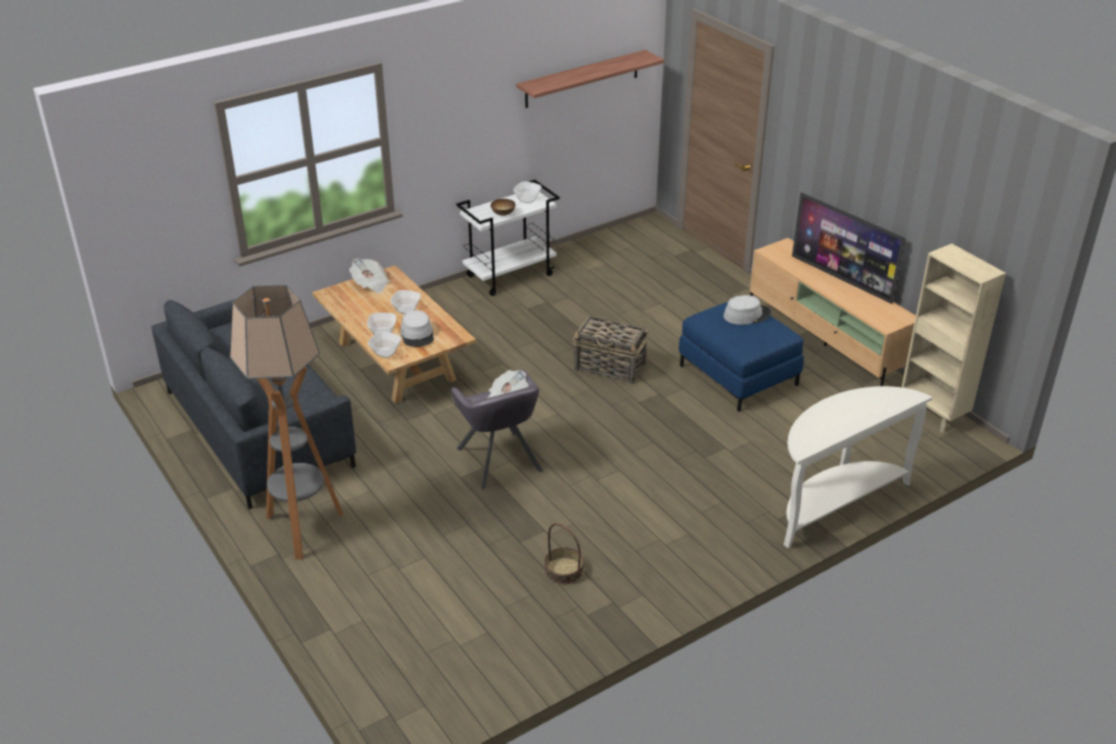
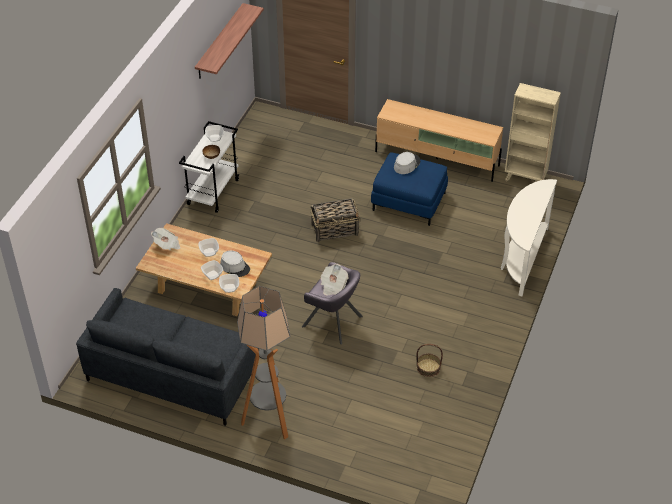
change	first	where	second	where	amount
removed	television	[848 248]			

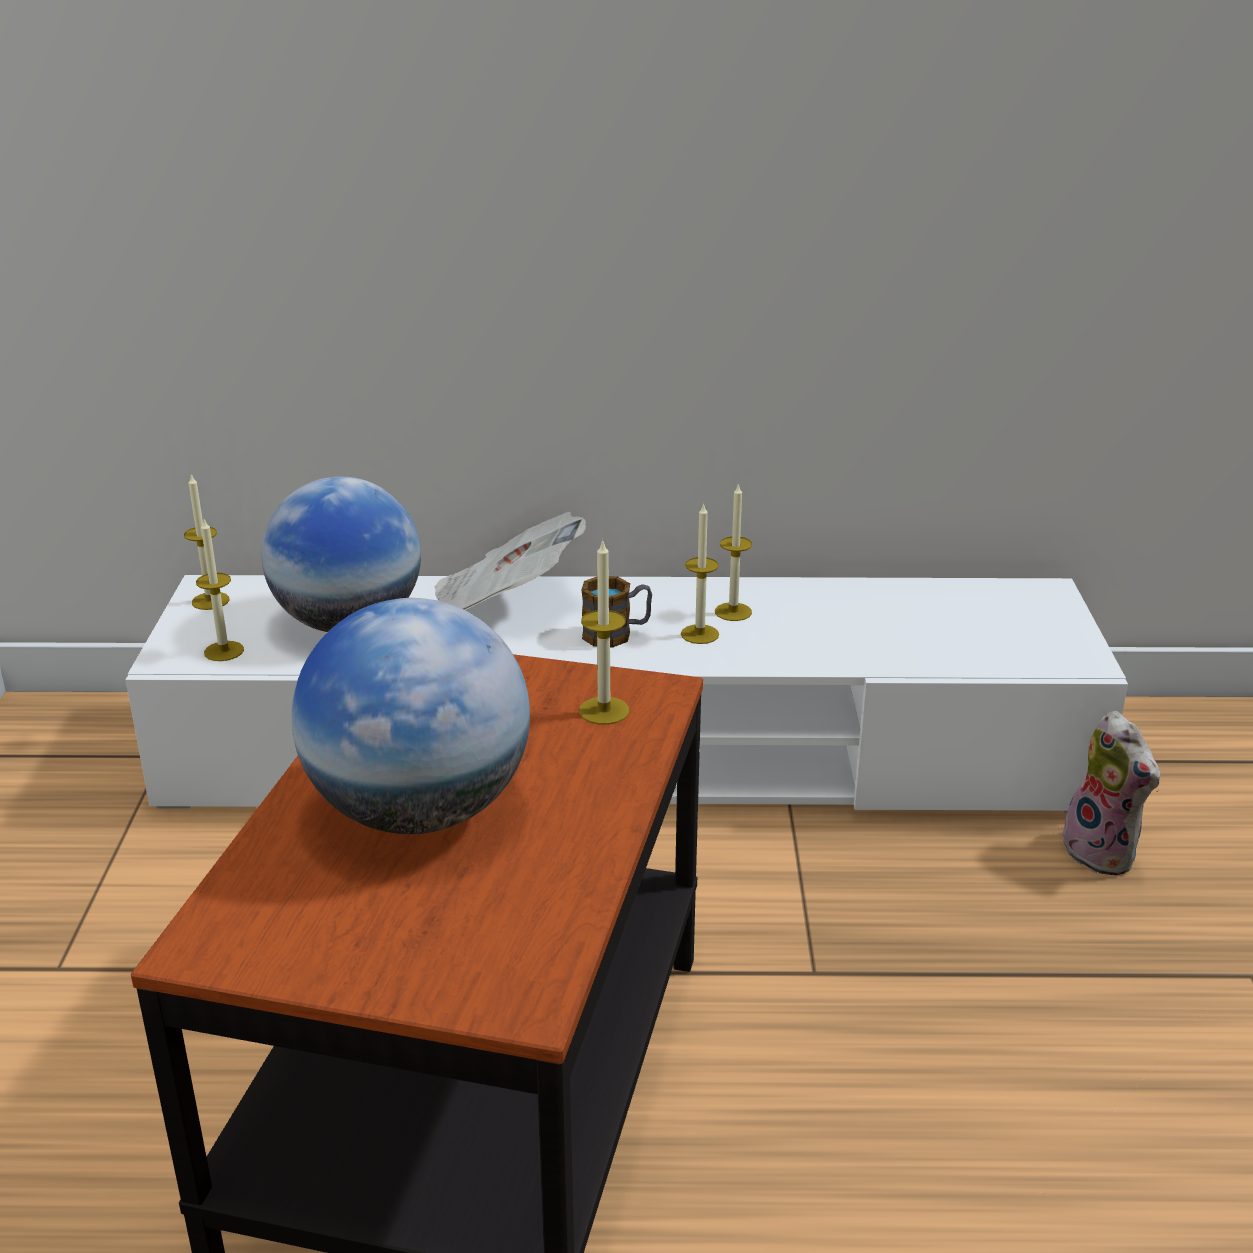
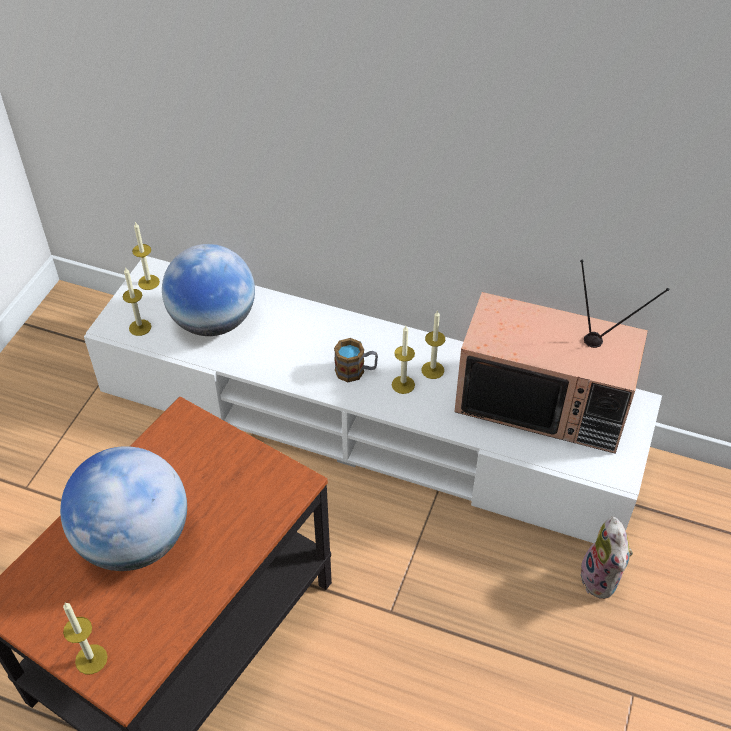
change	first	where	second	where	amount
removed	newspaper	[510 561]			
moved	candle	[604 632]		[85 638]	
added			television	[562 357]	

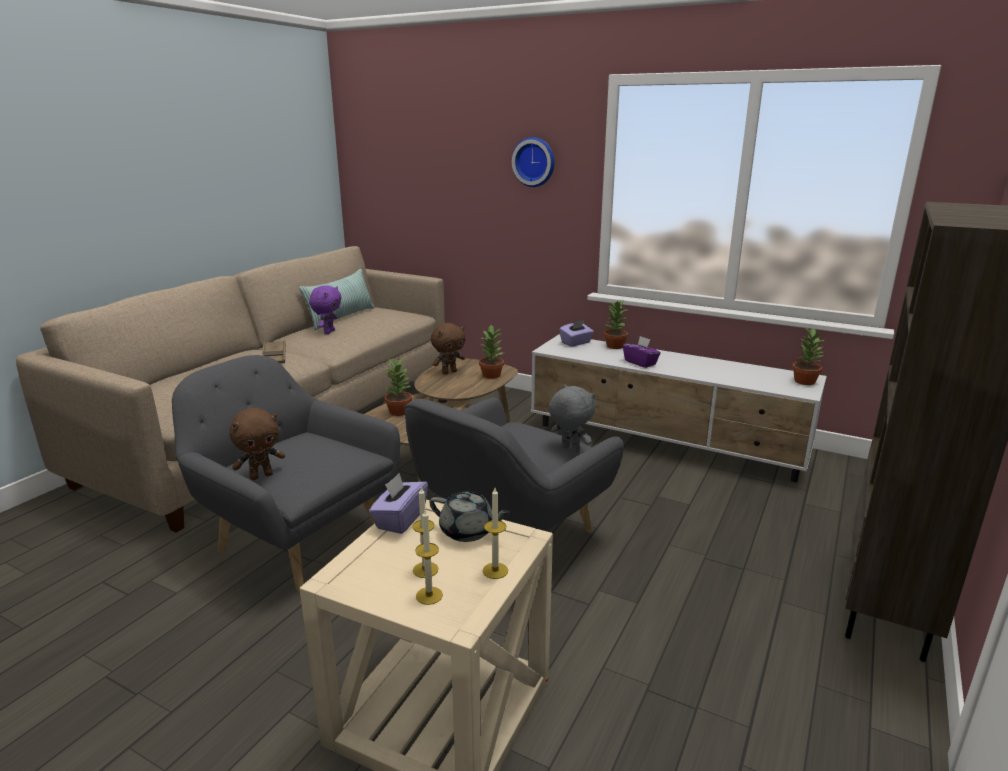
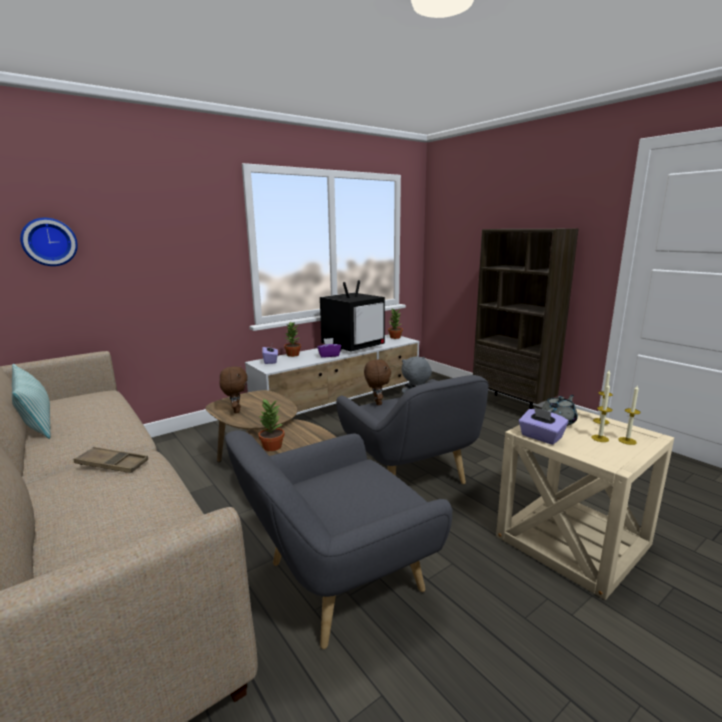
change	first	where	second	where	amount
moved	wall_clock	[533 162]		[49 242]	
removed	purple_plush_toy	[325 310]			
removed	potted_plant	[492 352]			
moved	brown_plush_toy	[257 444]		[377 382]	
added			television	[352 316]	

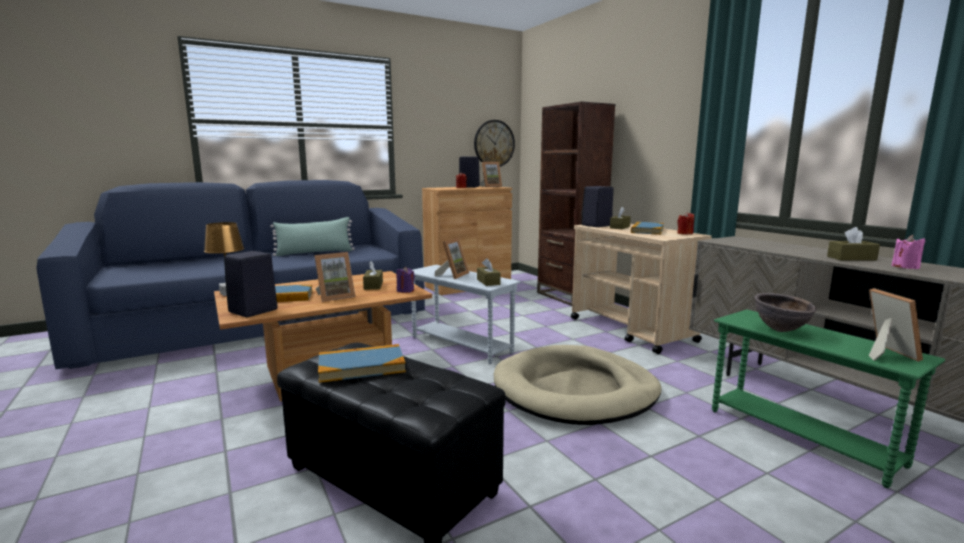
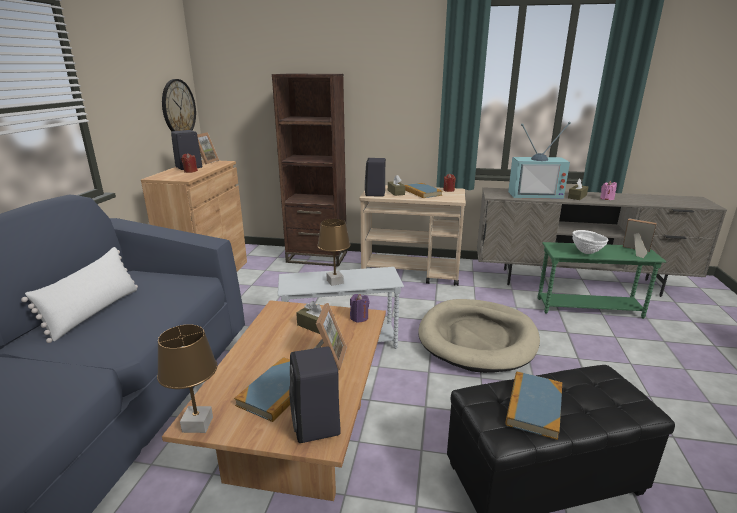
change	first	where	second	where	amount
recoloured	green_pillow	[312 236]	white_pillow	[79 295]	
replaced	picture_frame	[452 258]	brown_table_lamp	[334 252]	
removed	brown_tissue_box	[489 272]			
recoloured	brown_bowl	[785 312]	white_bowl	[590 242]	
added			television	[539 160]	

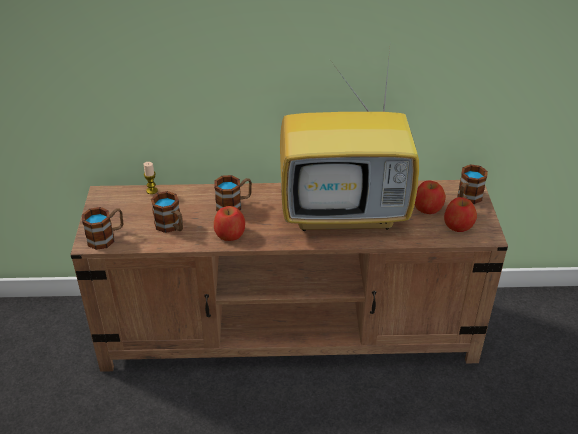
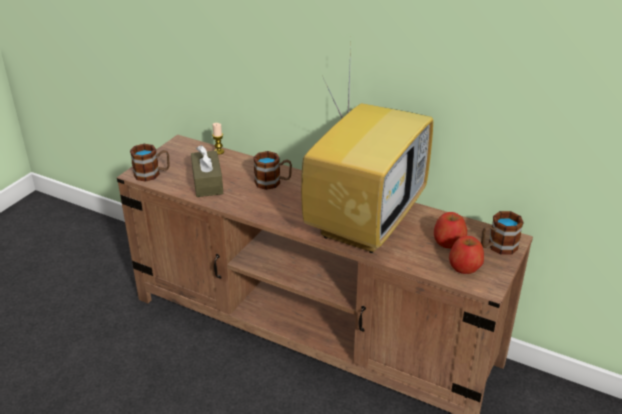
change	first	where	second	where	amount
turned	television	[349 135]		[367 148]	90 degrees counterclockwise
replaced	mug	[167 212]	brown_tissue_box	[207 171]	
removed	apple	[229 223]			

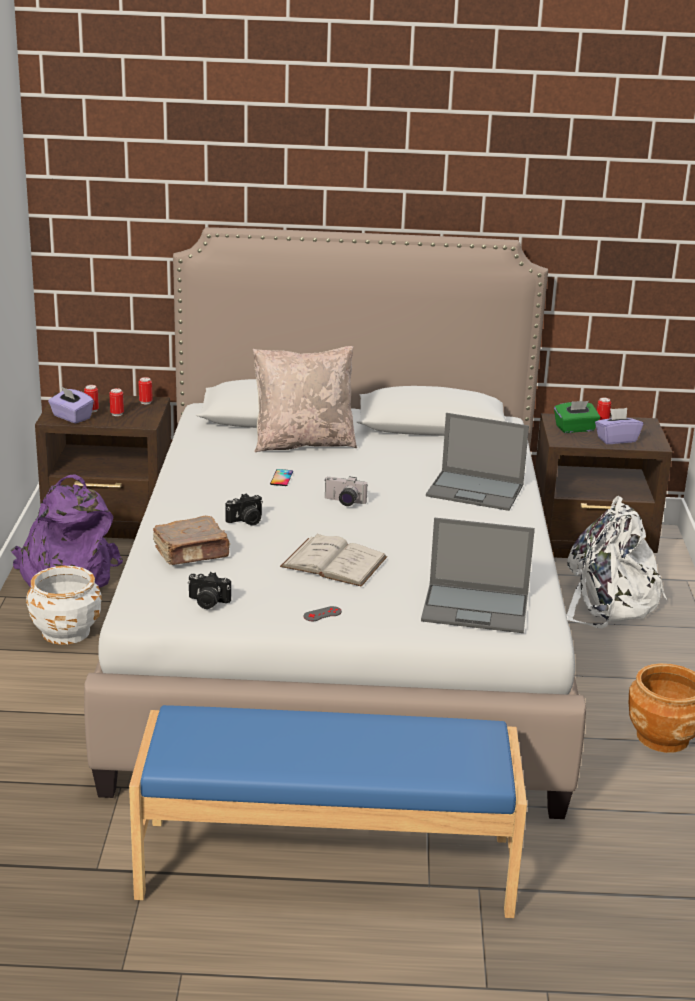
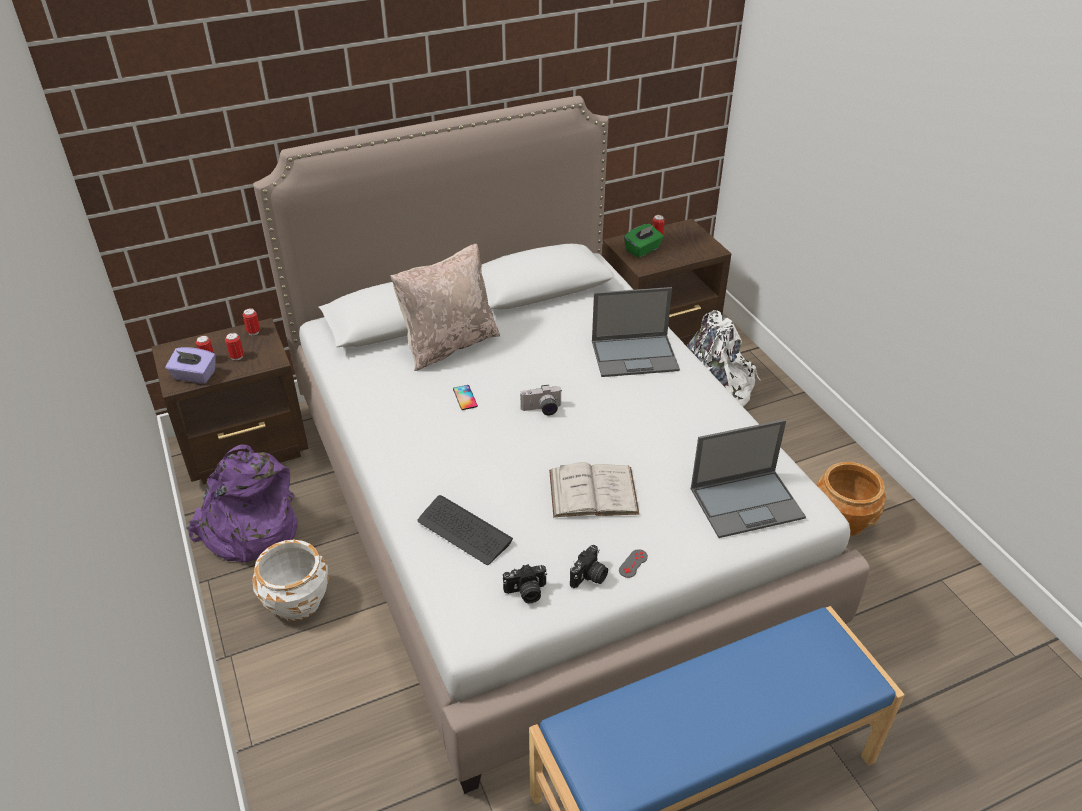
change	first	where	second	where	amount
removed	purple_tissue_box	[619 426]			
moved	photo_camera	[244 509]		[589 566]	
replaced	brown_book	[191 540]	keyboard	[465 530]	

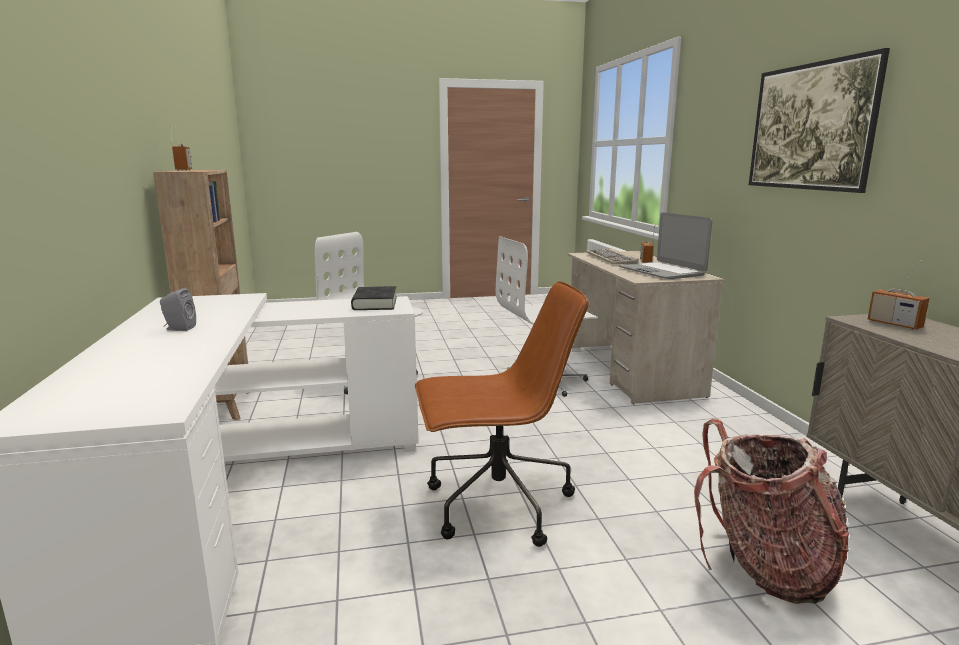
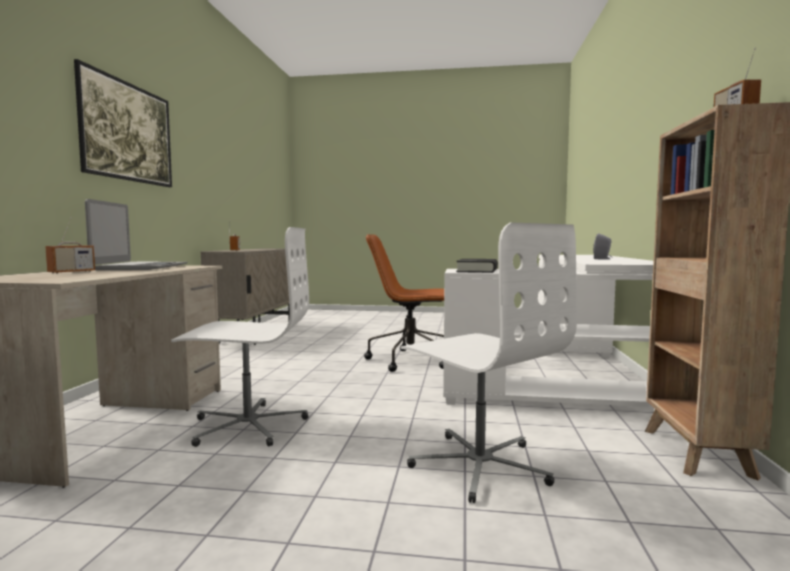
change	first	where	second	where	amount
removed	keyboard	[612 256]			
removed	backpack	[771 511]			

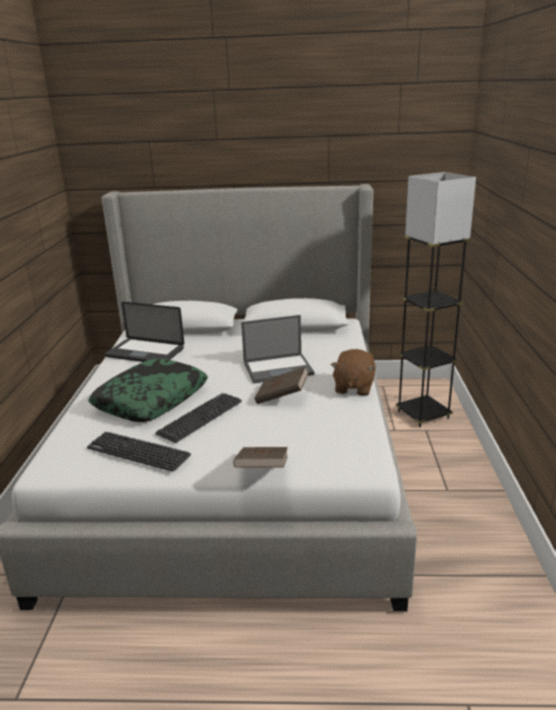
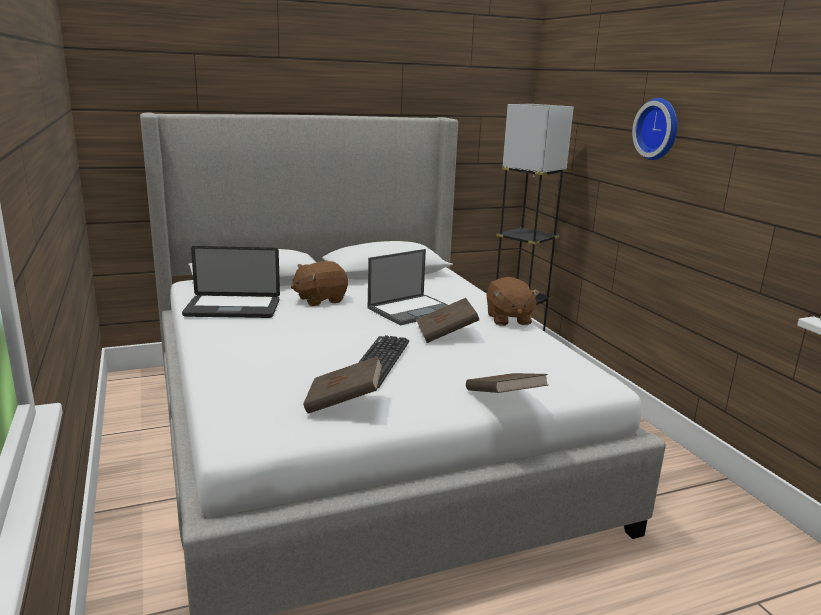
change	first	where	second	where	amount
removed	pillow	[148 390]			
replaced	keyboard	[139 452]	brown_book	[343 385]	
added			wall_clock	[655 129]	
added			brown_plush_toy	[319 283]	

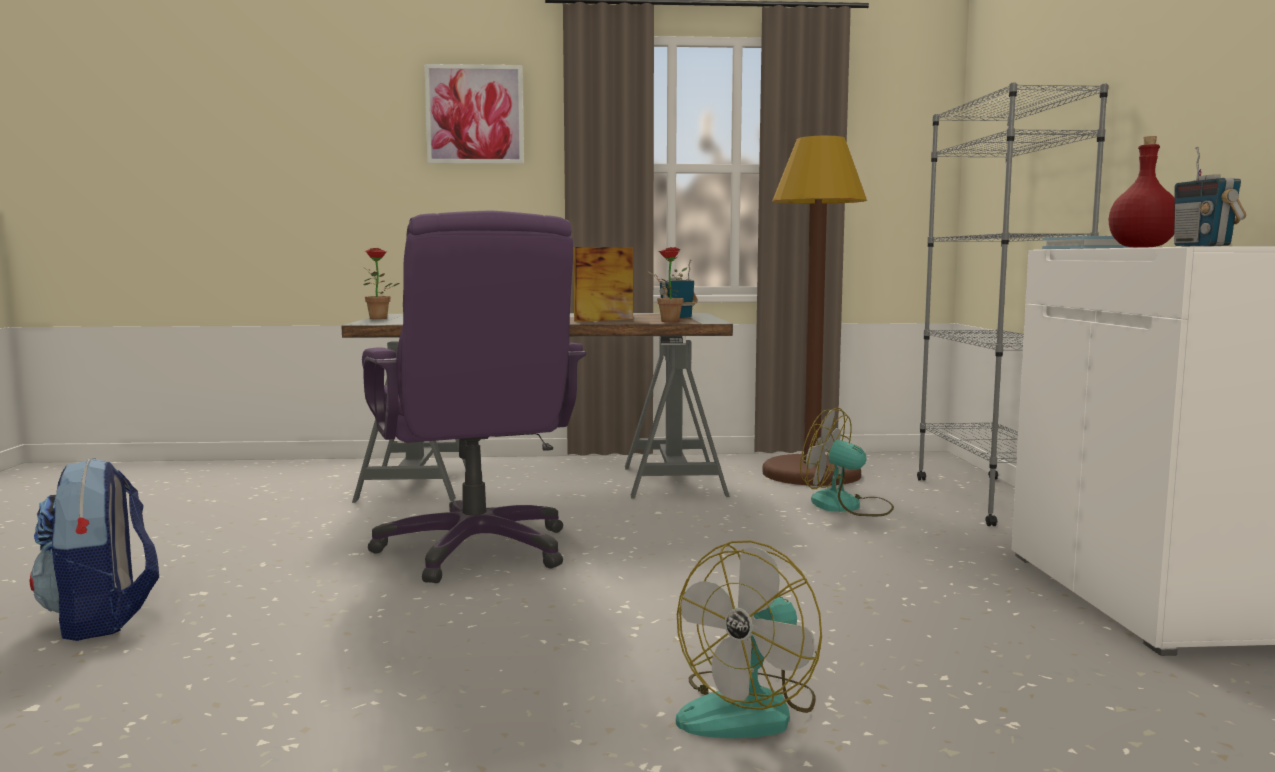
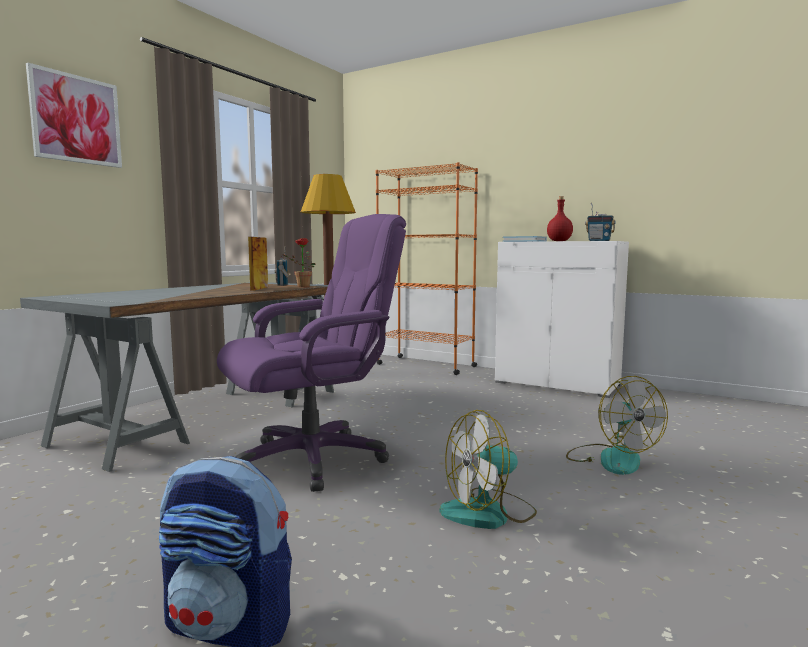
change	first	where	second	where	amount
recoloured	grey_bookcase	[1012 304]	orange_bookcase	[427 268]	
turned	purple_office_chair	[474 397]		[311 353]	45 degrees counterclockwise
removed	potted_plant	[381 283]			
moved	fan	[847 461]		[488 469]	

